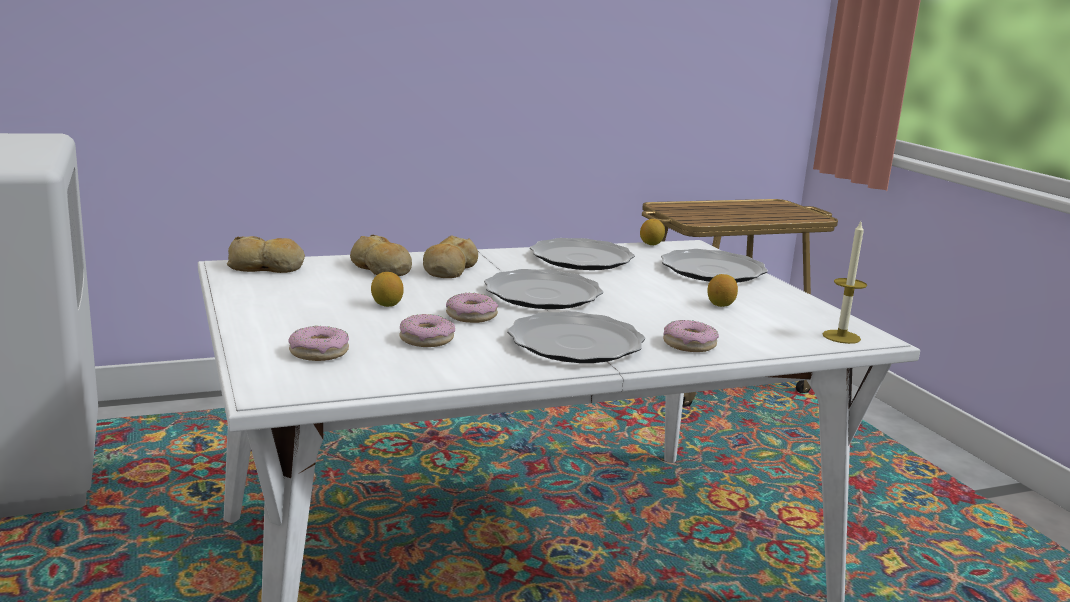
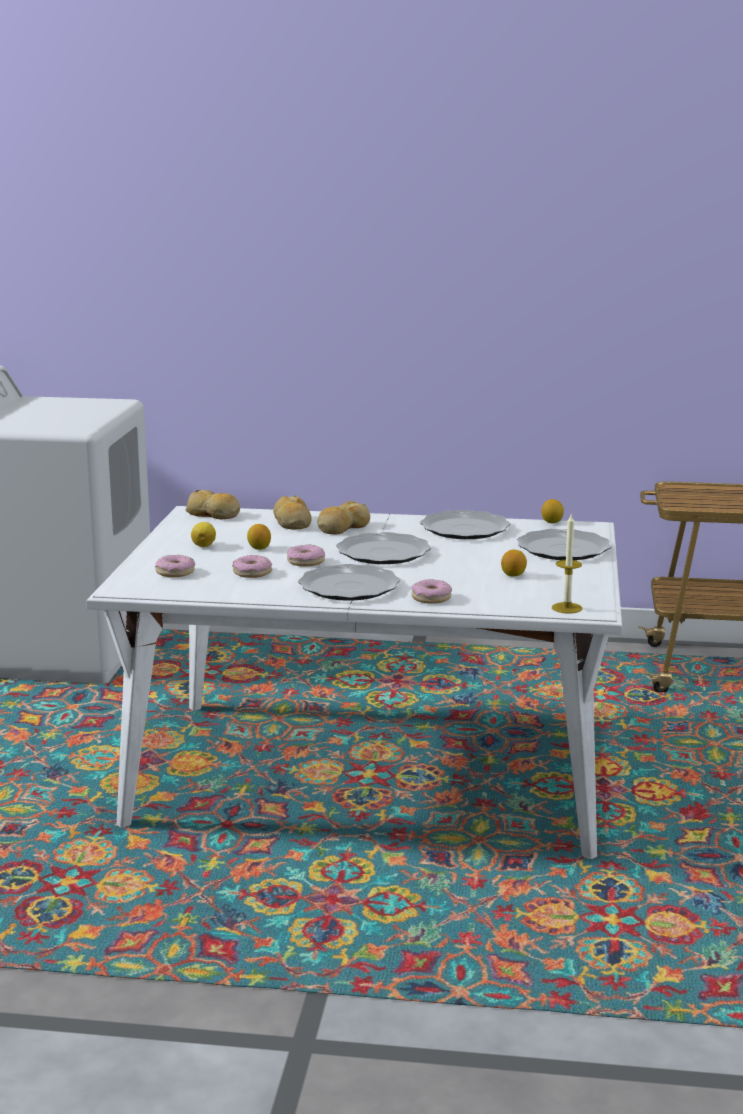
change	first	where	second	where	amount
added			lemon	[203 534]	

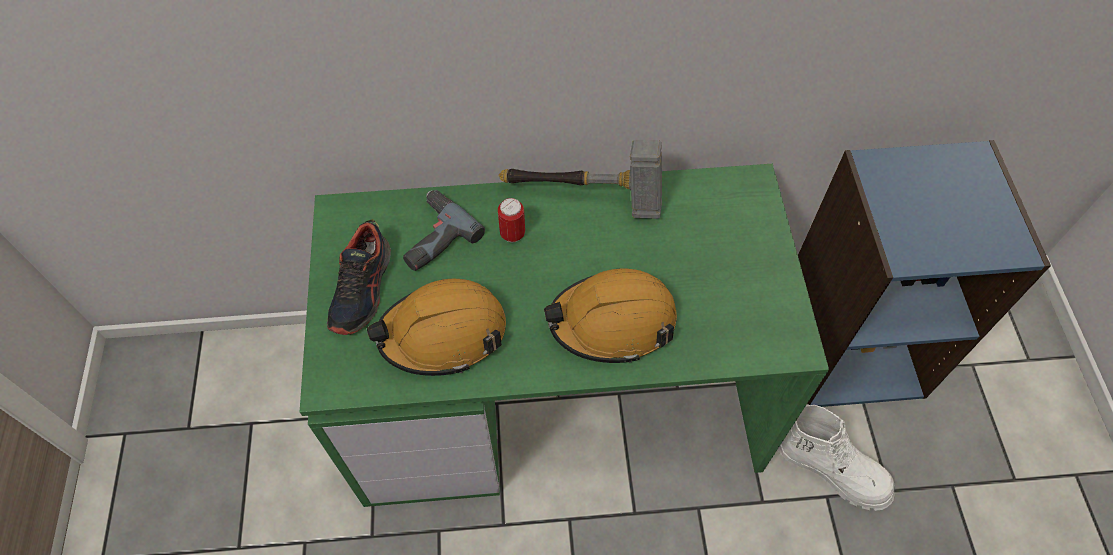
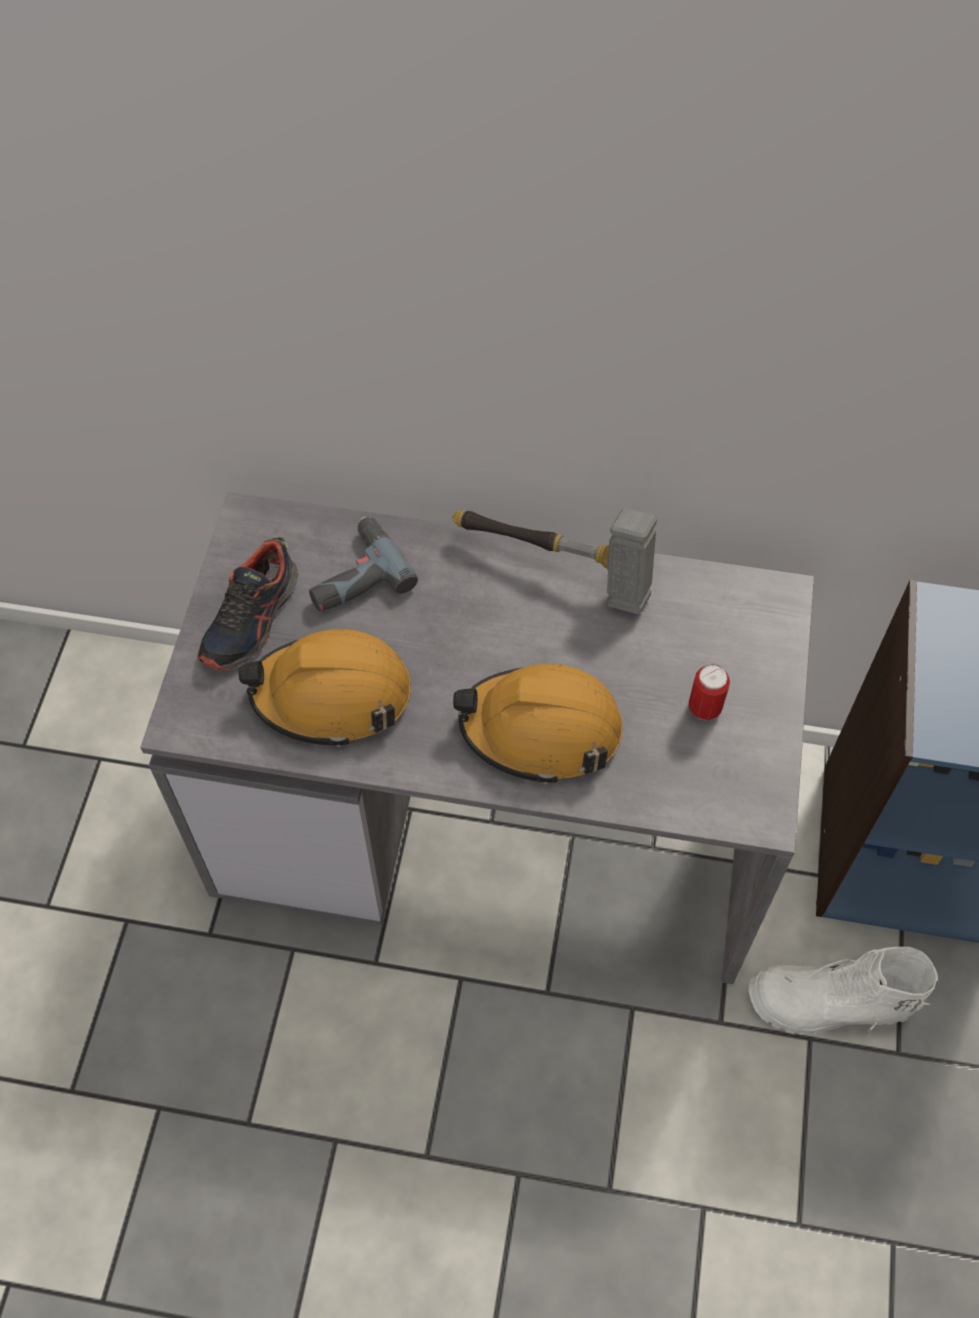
change	first	where	second	where	amount
recoloured	green_desk	[564 335]	grey_desk	[477 738]	
moved	can	[511 220]		[709 692]	
turned	white_boot	[836 457]		[843 991]	135 degrees clockwise

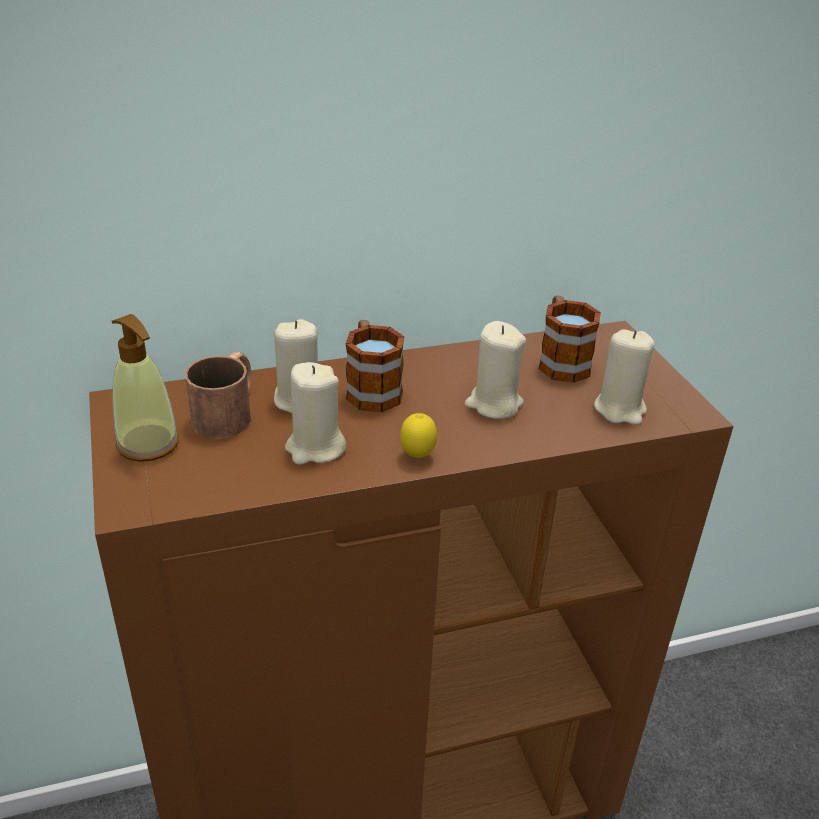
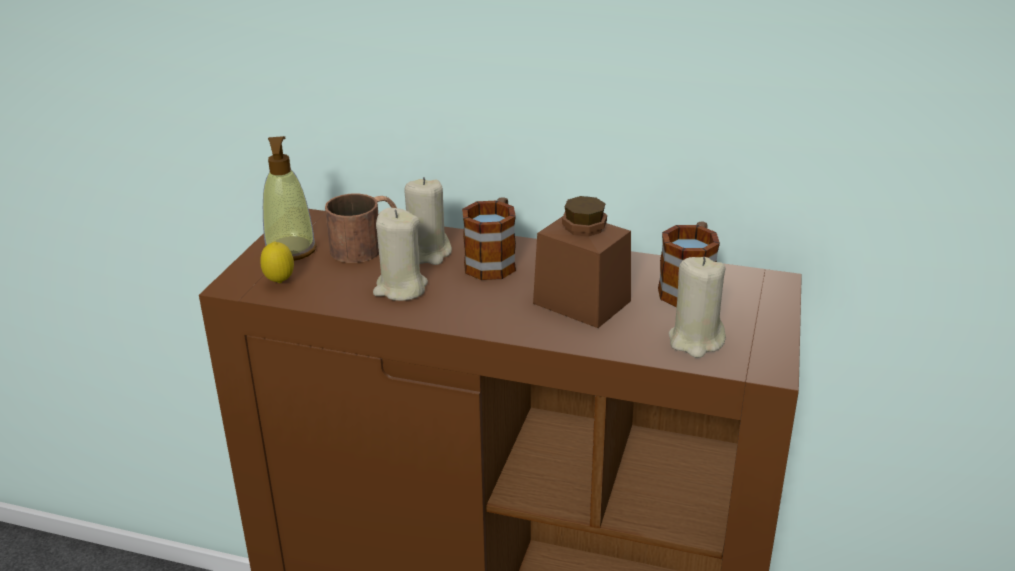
change	first	where	second	where	amount
replaced	beige_candle	[495 370]	brown_jar	[582 262]	
moved	lemon	[418 435]		[277 262]	

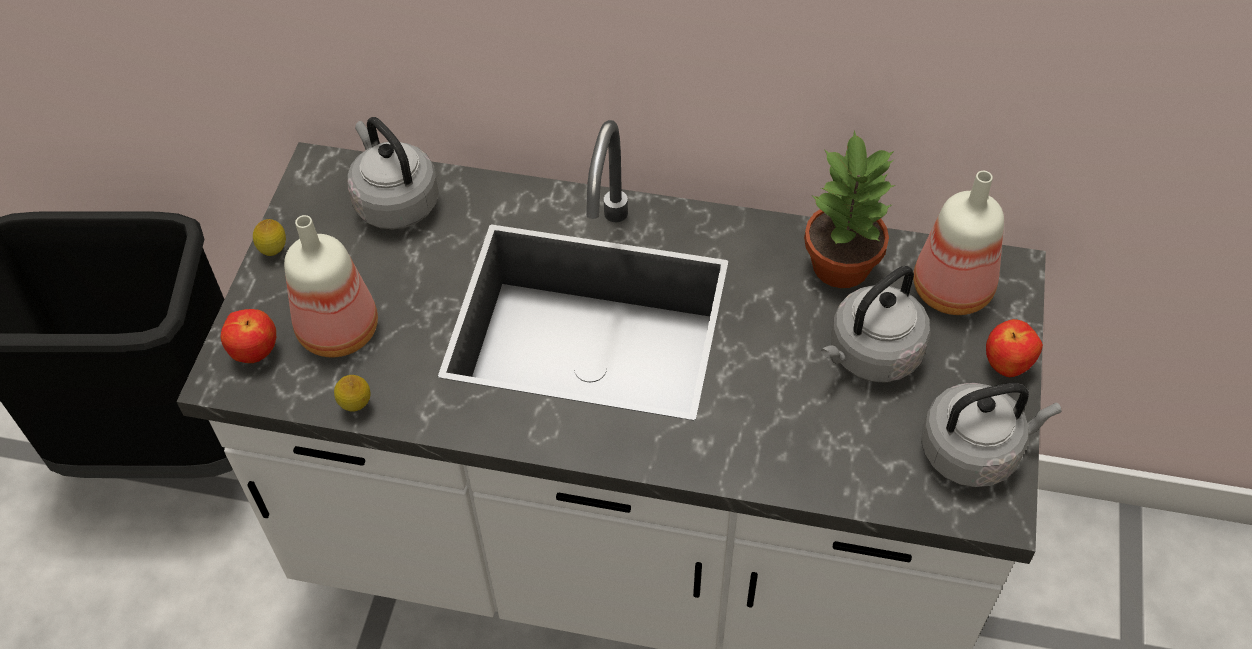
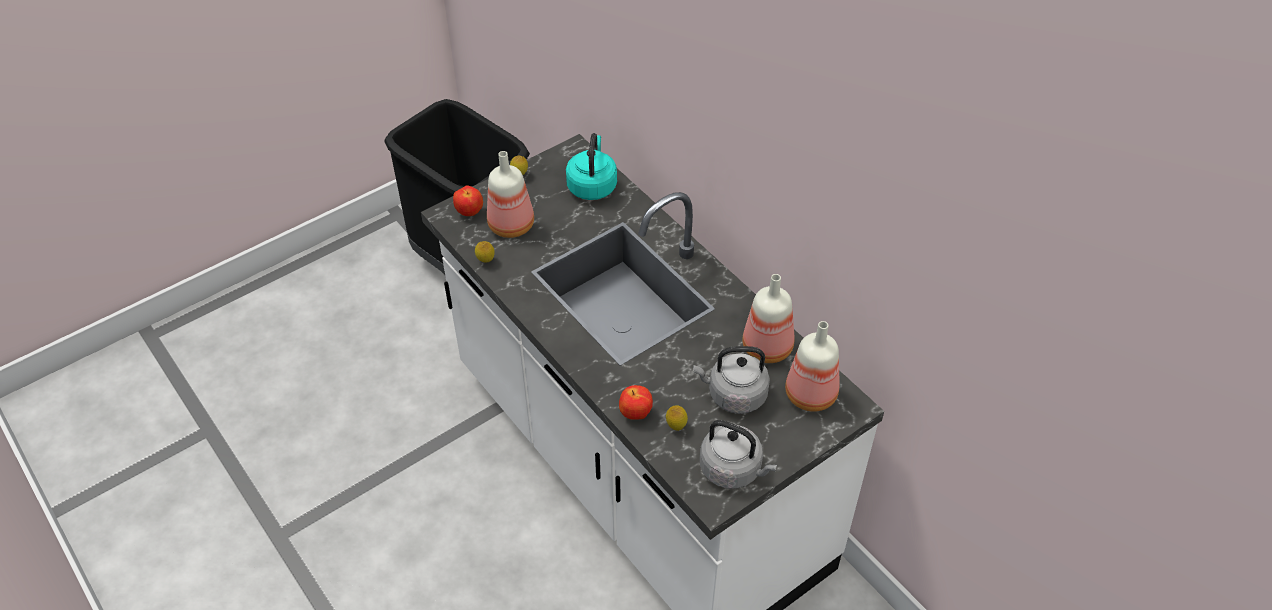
change	first	where	second	where	amount
recoloured	grey_kettle	[393 173]	turquoise_kettle	[591 166]	
replaced	potted_plant	[849 209]	bottle	[768 318]	
moved	apple	[1014 348]		[636 402]	
added			lemon	[677 418]	

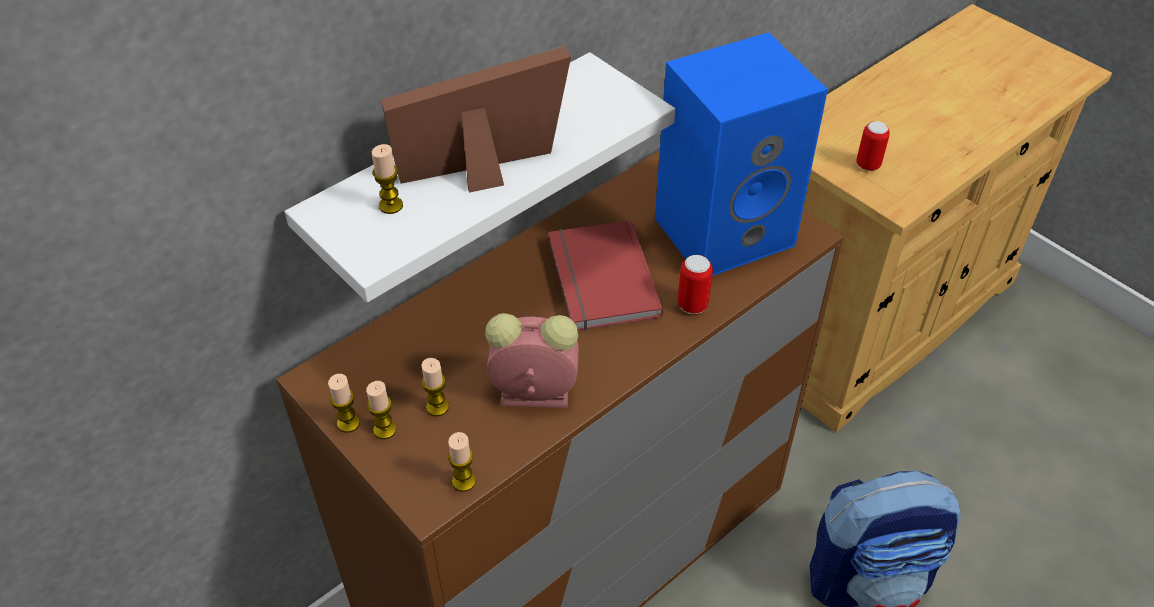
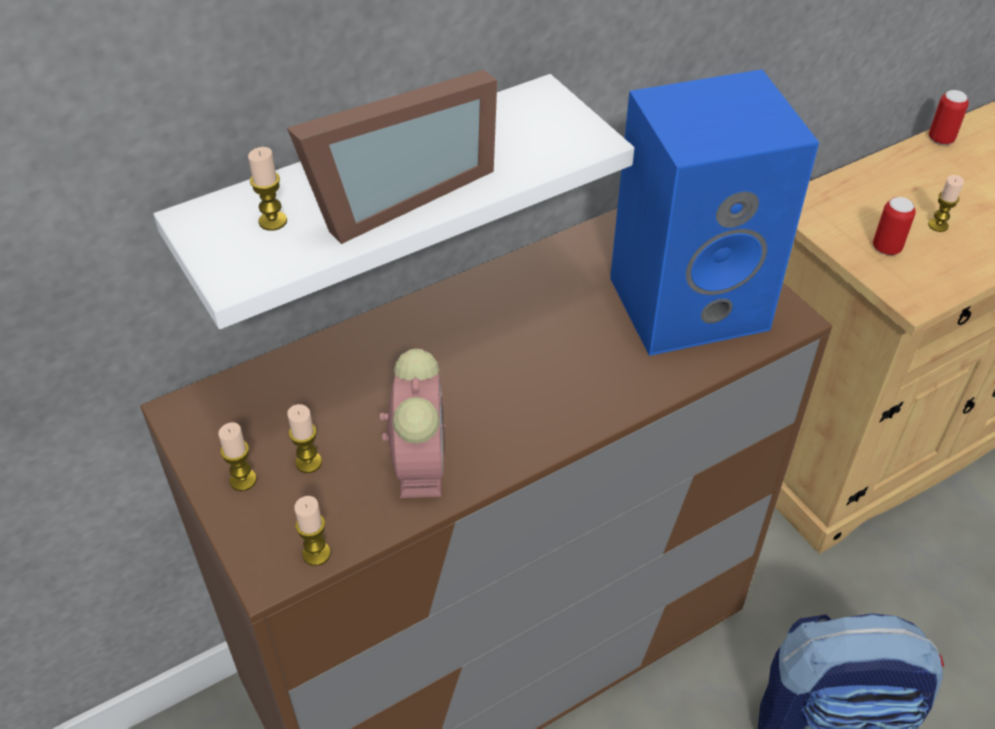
change	first	where	second	where	amount
turned	picture_frame	[476 119]		[392 157]	150 degrees clockwise
removed	red_book	[606 275]			
moved	can	[695 284]		[949 117]	
turned	alarm_clock	[532 360]		[412 423]	75 degrees clockwise
moved	candle	[344 403]		[946 203]	

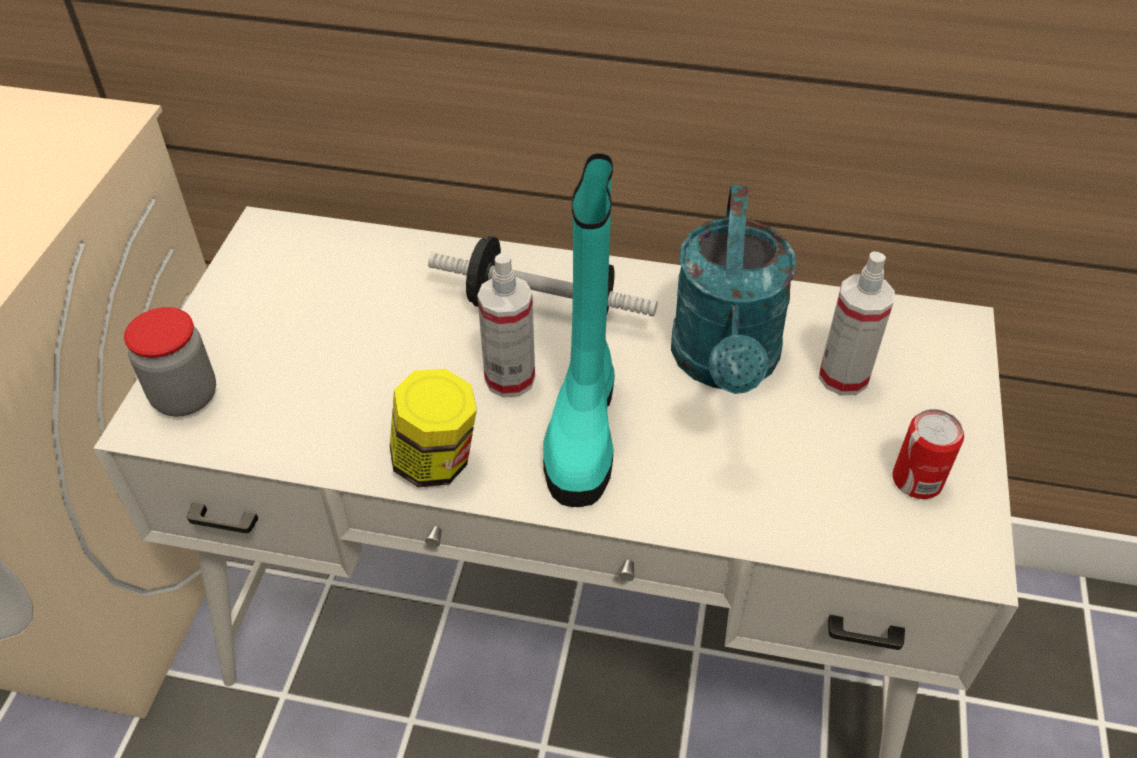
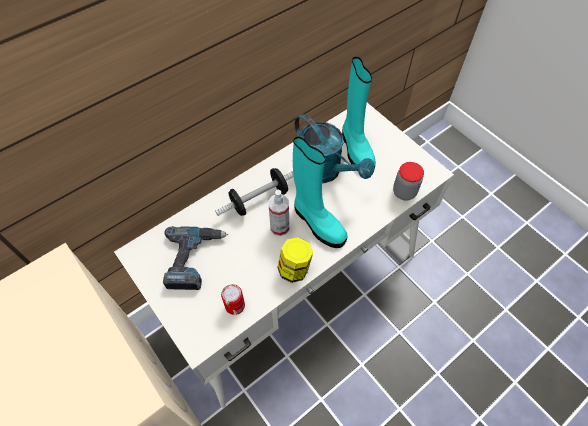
change	first	where	second	where	amount
replaced	spray_bottle	[857 323]	turquoise_boot	[359 113]	
moved	jar	[170 361]		[408 181]	
moved	can	[928 454]		[233 299]	
added			power_drill	[195 258]	

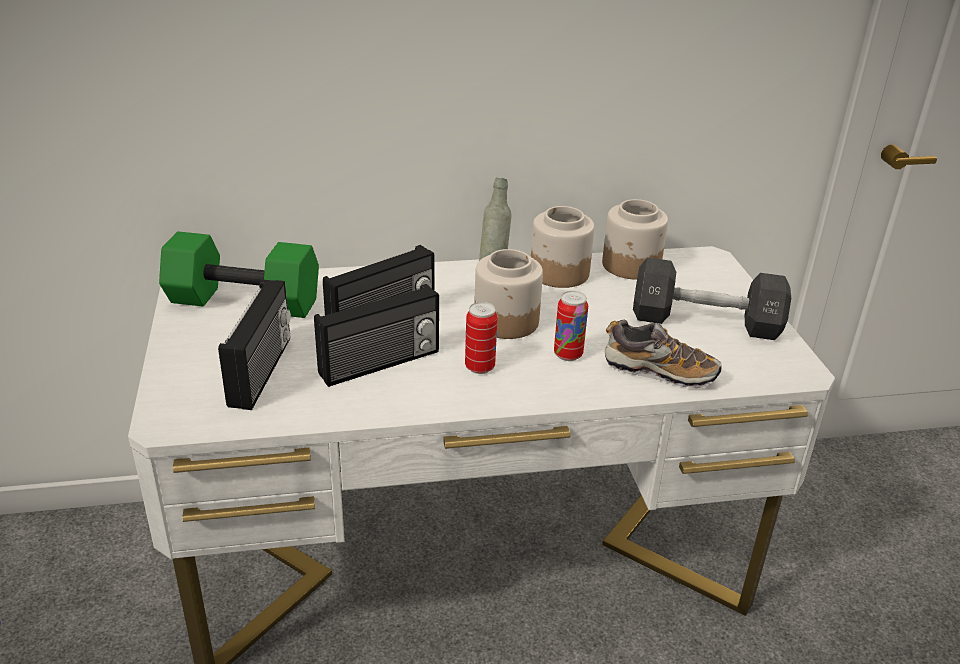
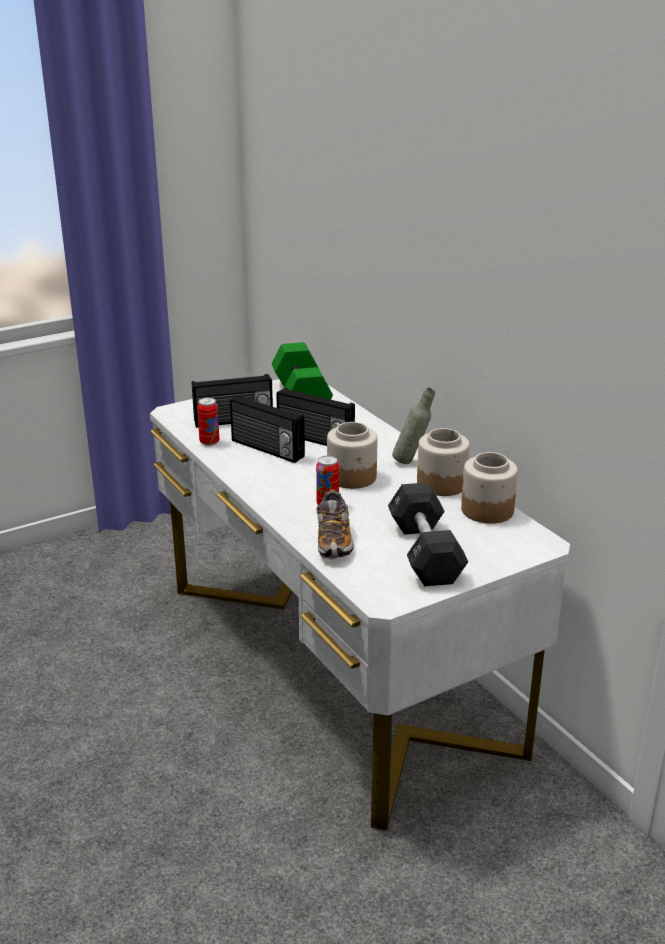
change	first	where	second	where	amount
moved	can	[481 338]		[208 421]	

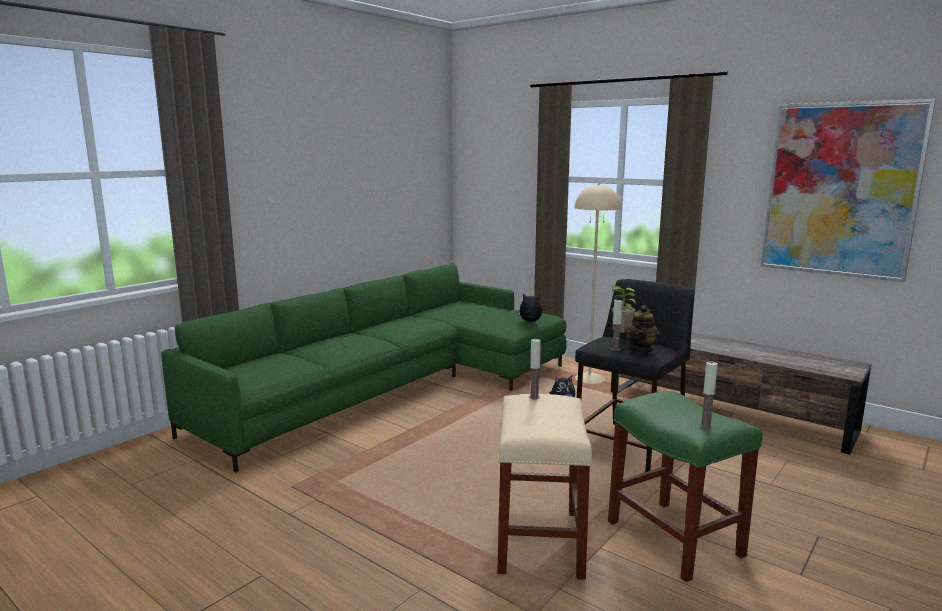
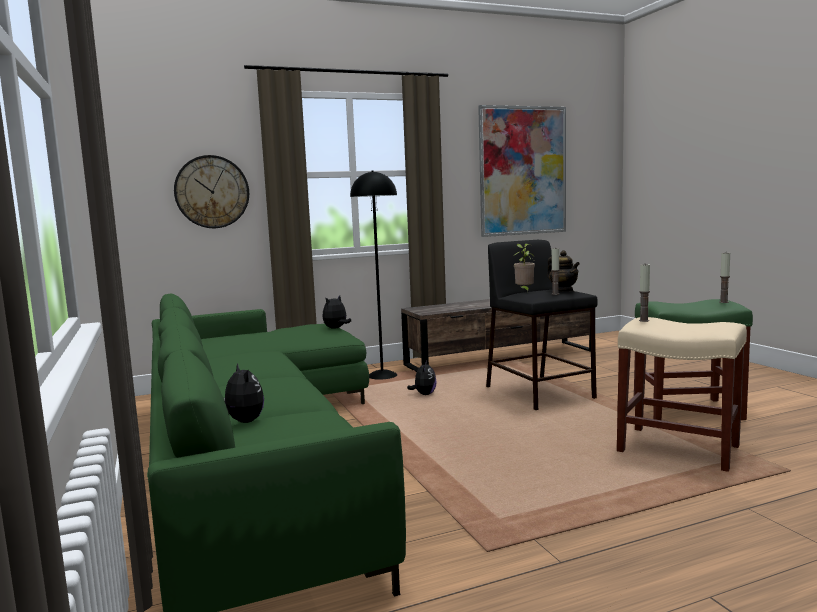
change	first	where	second	where	amount
recoloured	beige_floor_lamp	[598 283]	black_floor_lamp	[373 275]	
added			wall_clock	[211 191]	
added			plush_toy	[244 393]	

